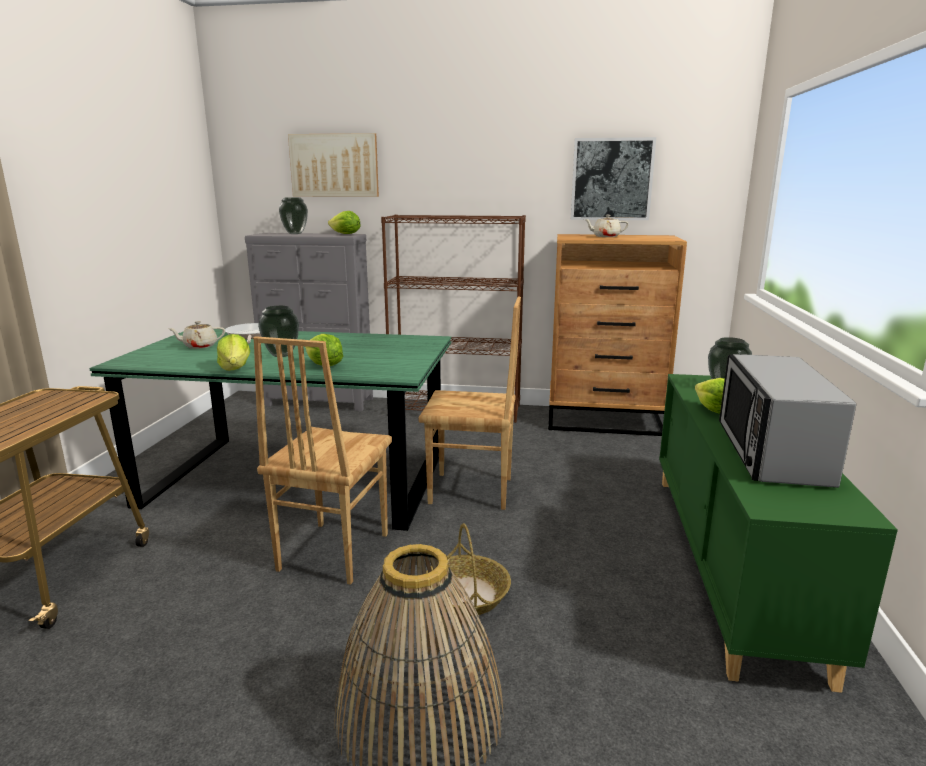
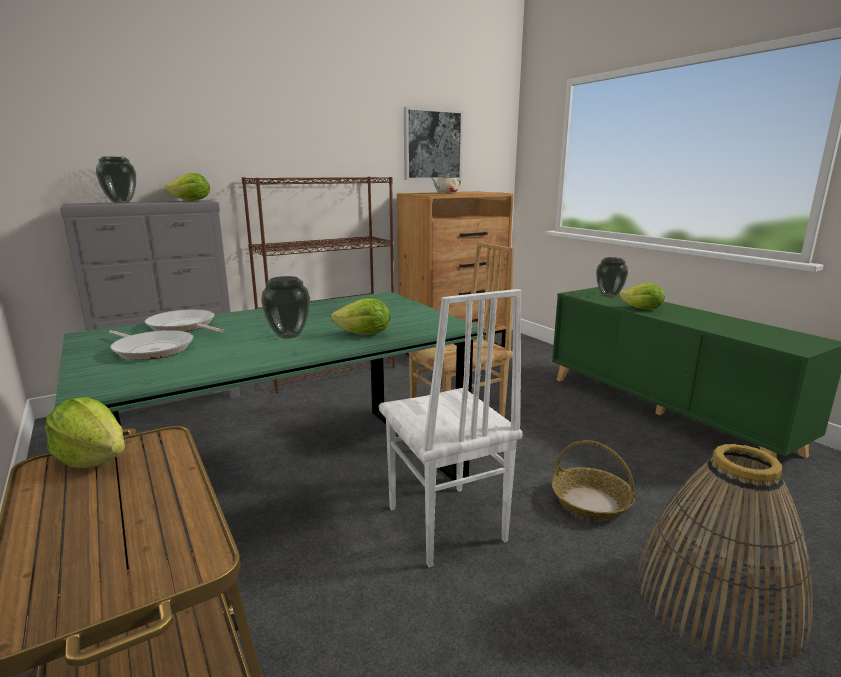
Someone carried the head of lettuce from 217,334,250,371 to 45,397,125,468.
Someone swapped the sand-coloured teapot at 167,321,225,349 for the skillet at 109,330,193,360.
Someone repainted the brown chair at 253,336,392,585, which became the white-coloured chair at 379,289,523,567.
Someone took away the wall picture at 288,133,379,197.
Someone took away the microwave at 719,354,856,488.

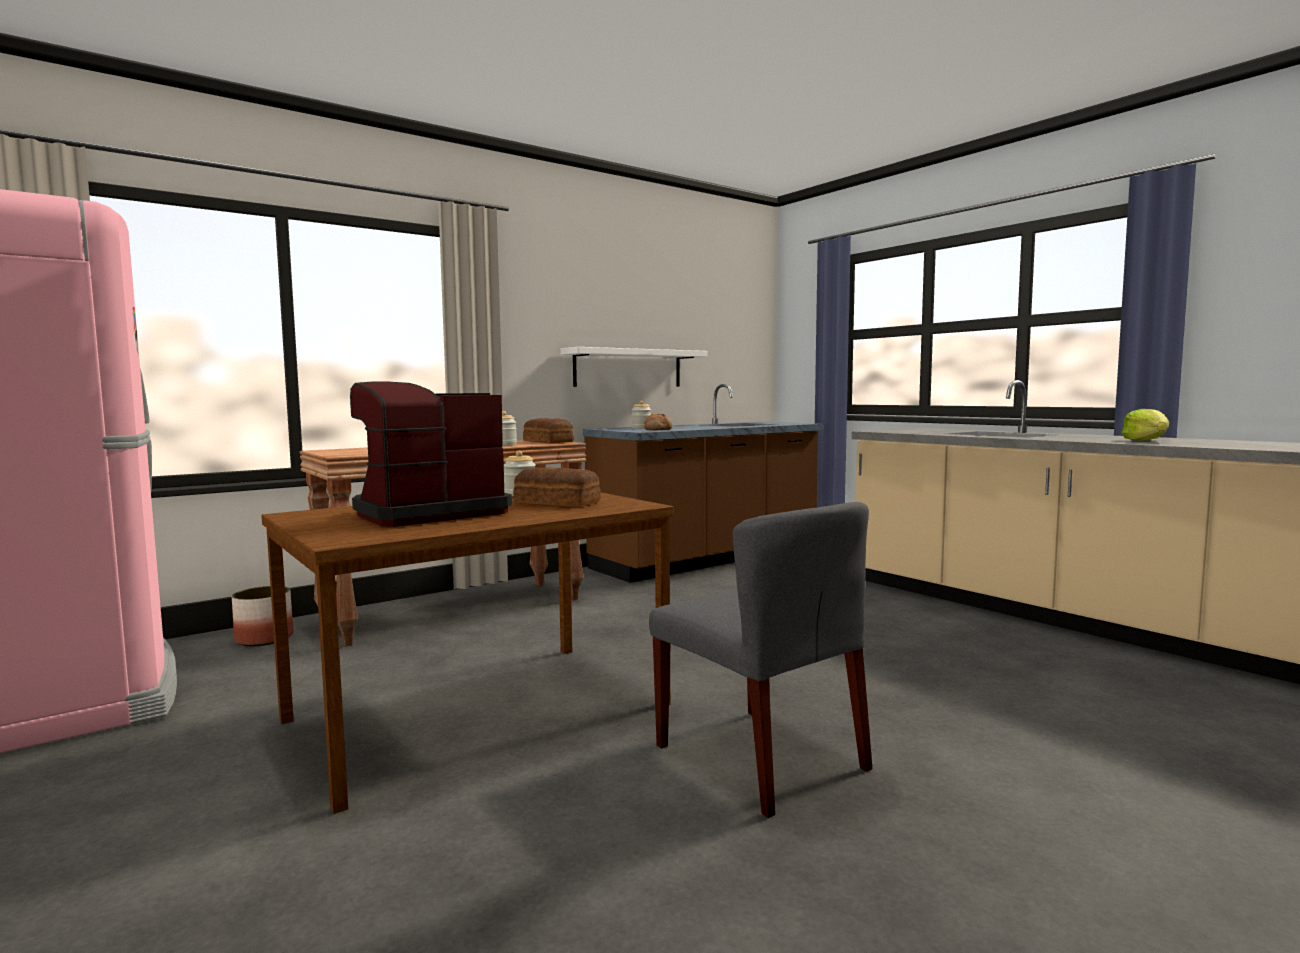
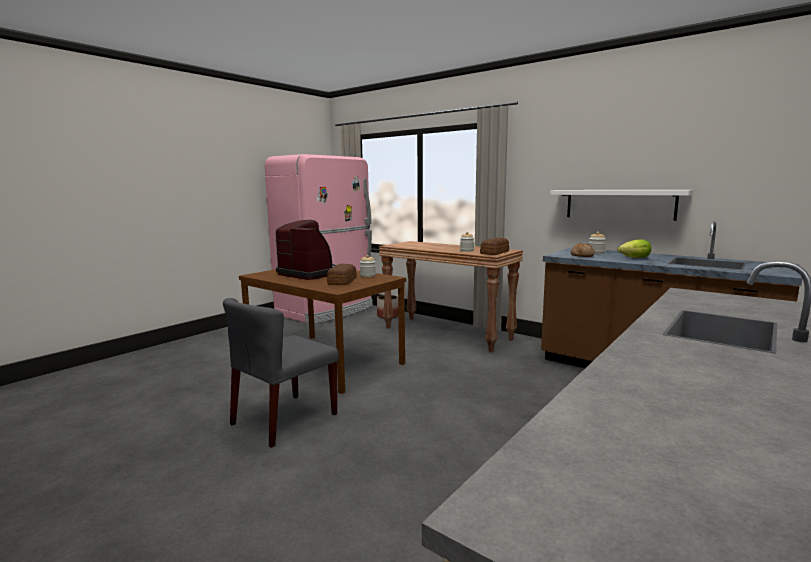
Someone carried the head of lettuce from 1121,409,1169,441 to 618,239,651,258.

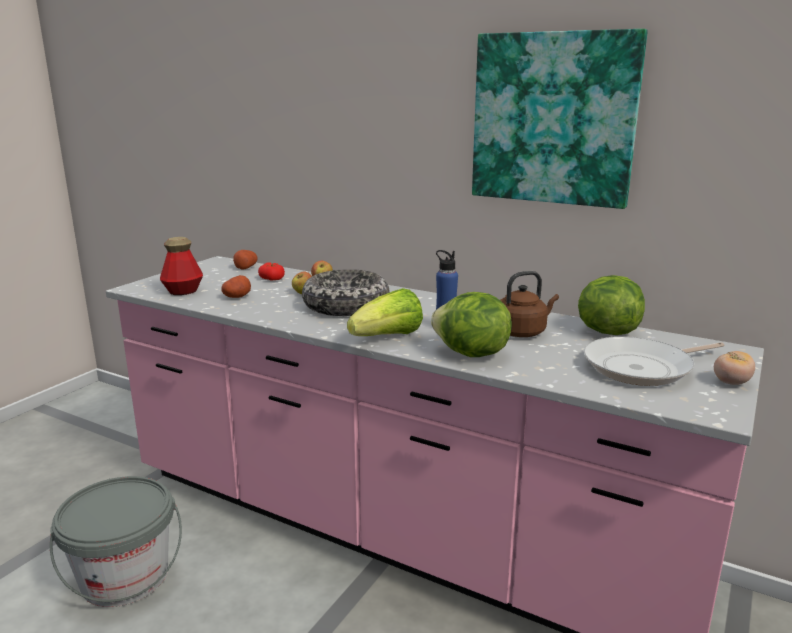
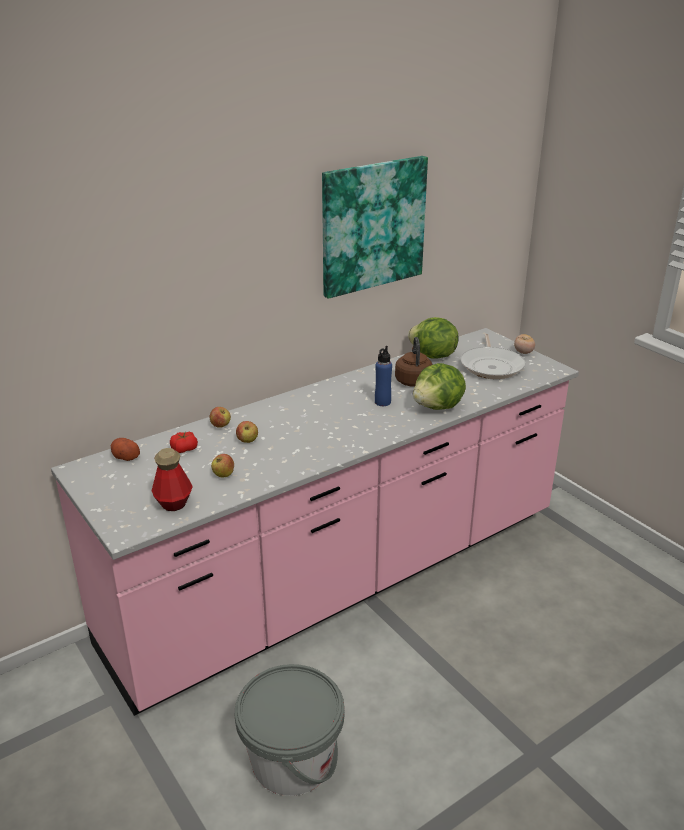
Someone swapped the potato at 221,275,251,298 for the whole apple at 211,454,234,478.
Someone took away the bowl at 302,269,390,316.
Someone took away the head of lettuce at 347,288,423,336.

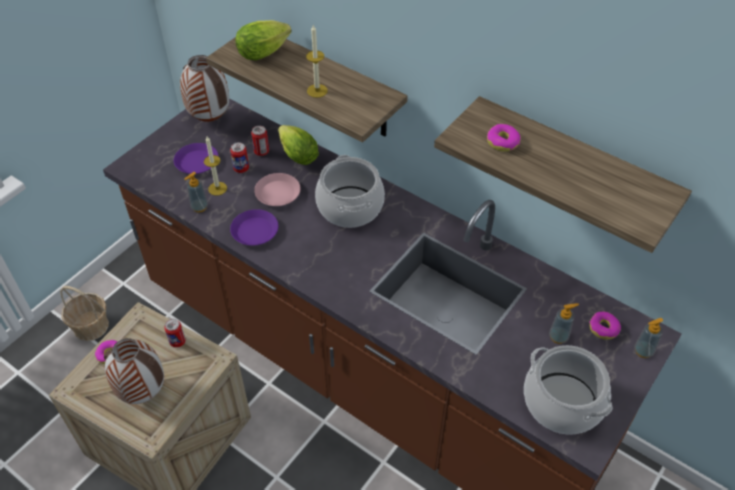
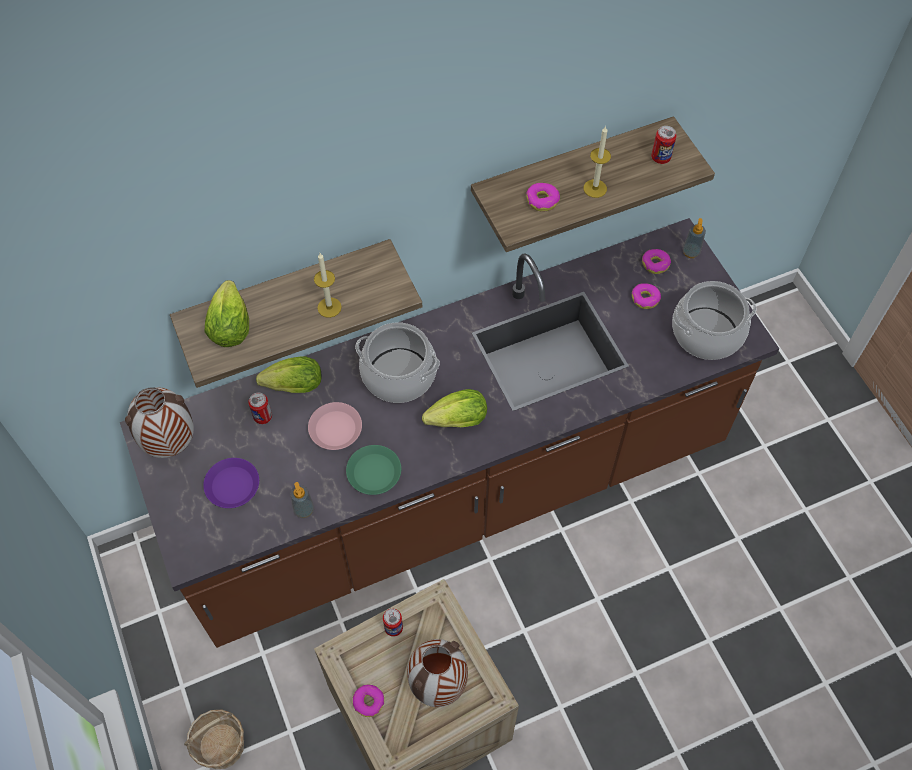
Someone repainted the purple plate at 230,209,278,246, which became the green-coloured plate at 346,445,401,495.
Someone put down the head of lettuce at 422,389,487,427.
Someone carried the wax light from 204,136,227,196 to 584,126,611,198.
Someone swapped the soap dispenser at 549,303,579,344 for the doughnut at 632,283,661,309.
Someone carried the metal can from 230,142,249,173 to 651,126,677,164.

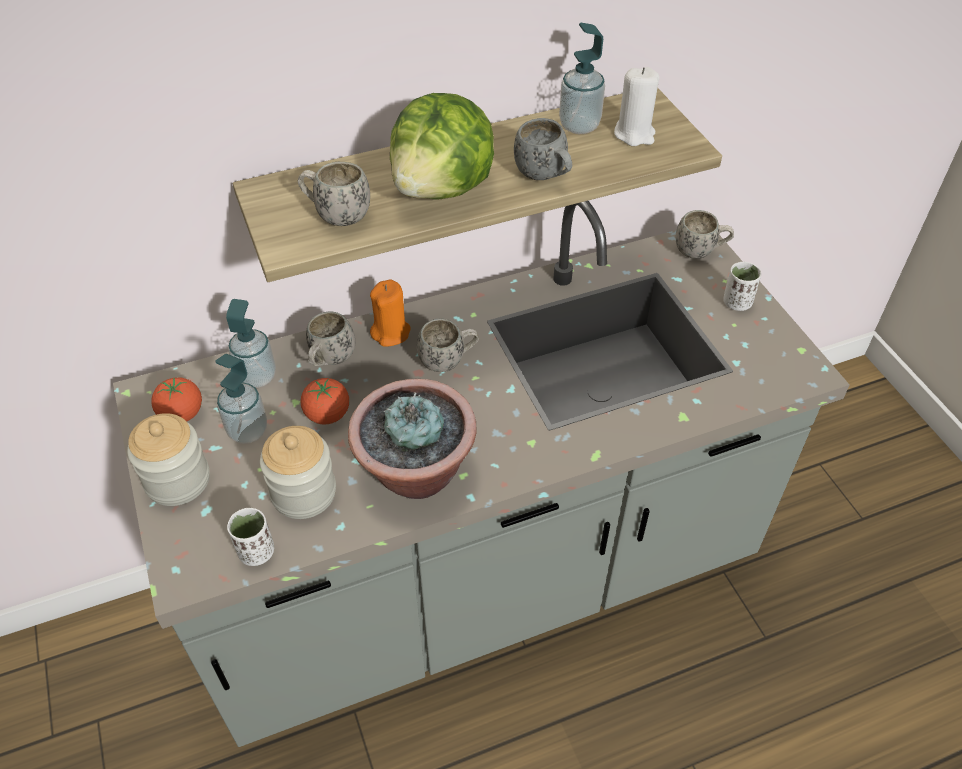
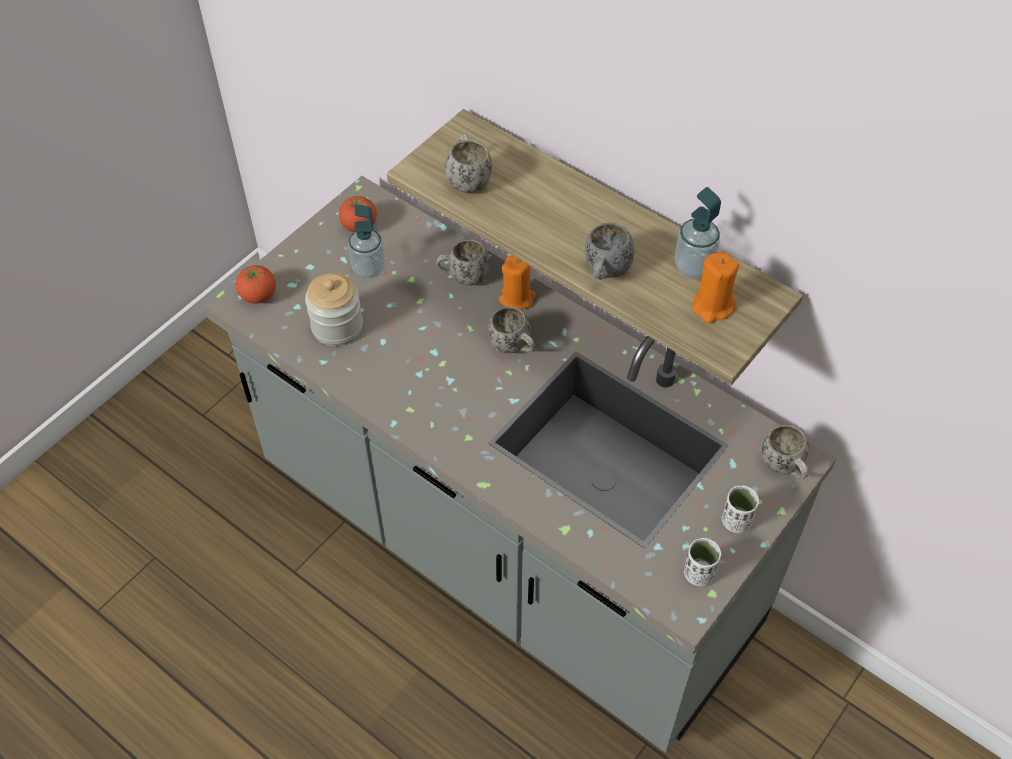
Someone carried the tomato from 300,378,349,424 to 236,265,276,304.
Someone carried the white-coloured drinking cup from 227,508,274,566 to 684,538,721,586.
Someone repainted the white-coloured wax light at 614,67,659,146, which became the orange wax light at 692,253,739,324.
Someone took away the storage jar at 127,413,210,506.
Someone took away the soap dispenser at 226,299,276,388.
Someone took away the plant in a pot at 348,379,477,499.
Someone took away the head of lettuce at 390,93,494,200.

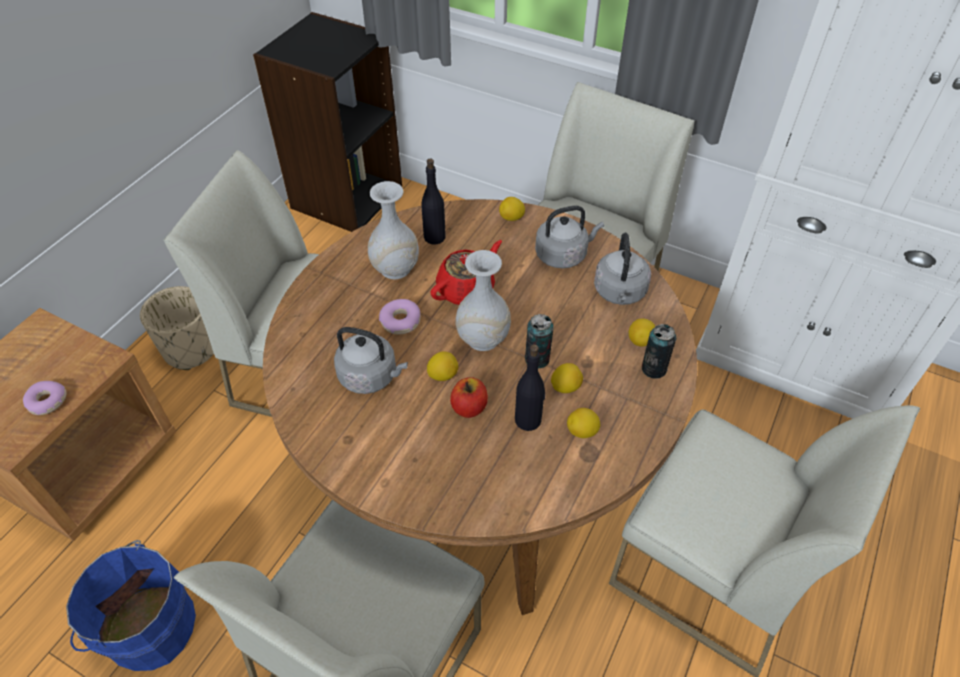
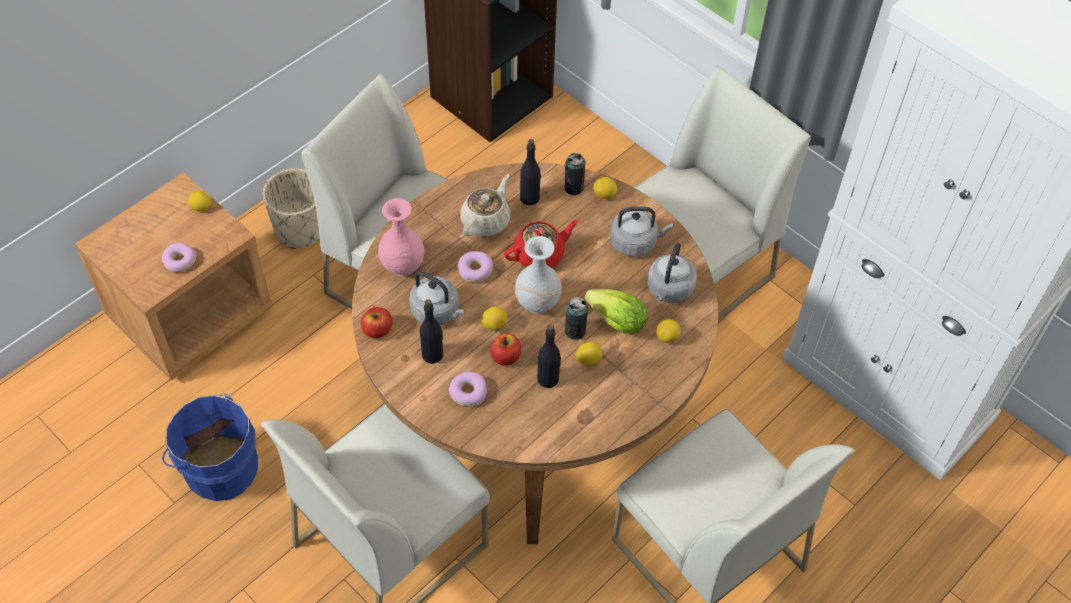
Someone carried the citrus fruit from 567,408,600,438 to 188,190,212,212.
Someone put down the whole apple at 361,307,392,338.
Someone put down the pinkish decorative vase at 378,198,425,276.
Someone put down the black-coloured drink bottle at 420,299,443,364.
Someone put down the doughnut at 449,372,487,407.
Someone swapped the white-coloured decorative vase at 368,181,419,279 for the sand-coloured teapot at 460,174,511,236.
Someone carried the metal can from 642,324,676,379 to 564,153,586,195.
Someone put down the head of lettuce at 585,289,648,334.

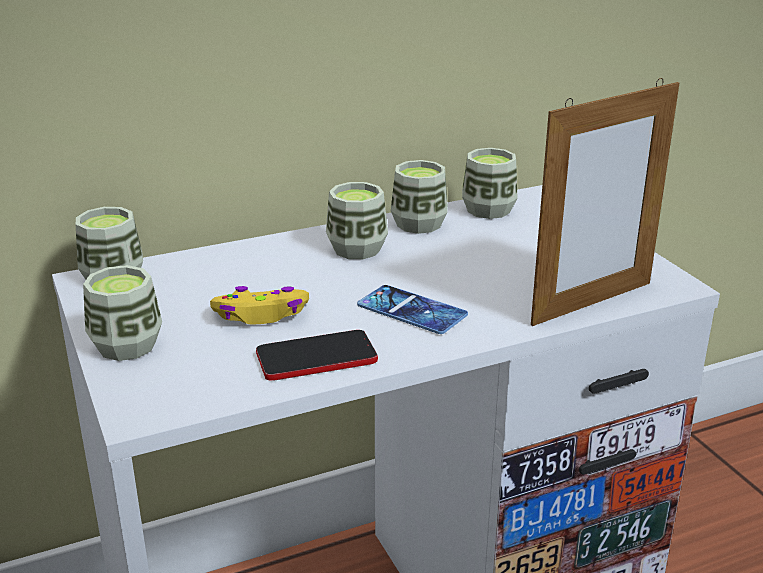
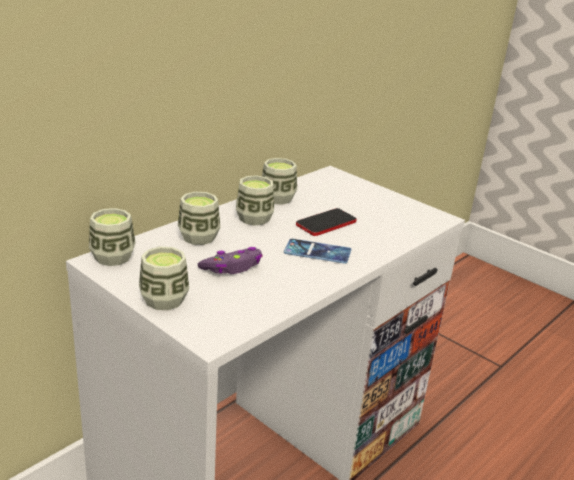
Someone carried the drinking cup from 462,148,517,219 to 178,191,220,245.
Someone repainted the yellowish gamepad at 210,286,309,325, which became the purple gamepad at 198,247,263,274.
Someone carried the telephone from 256,330,378,381 to 296,208,357,236.
Someone took away the picture frame at 531,78,679,326.

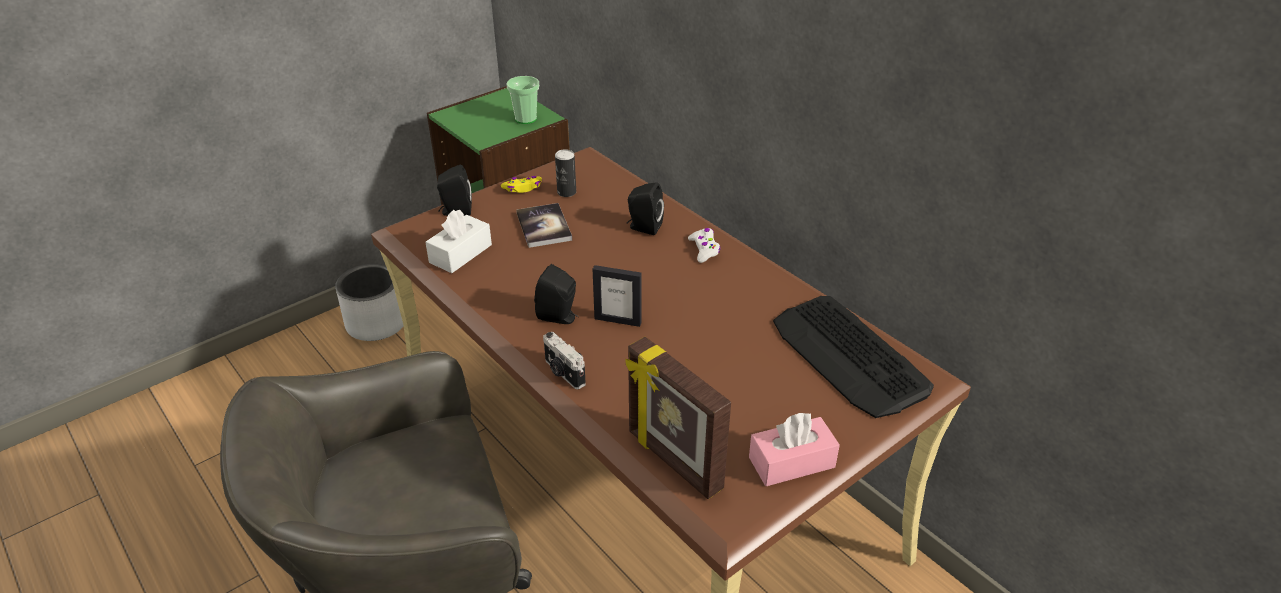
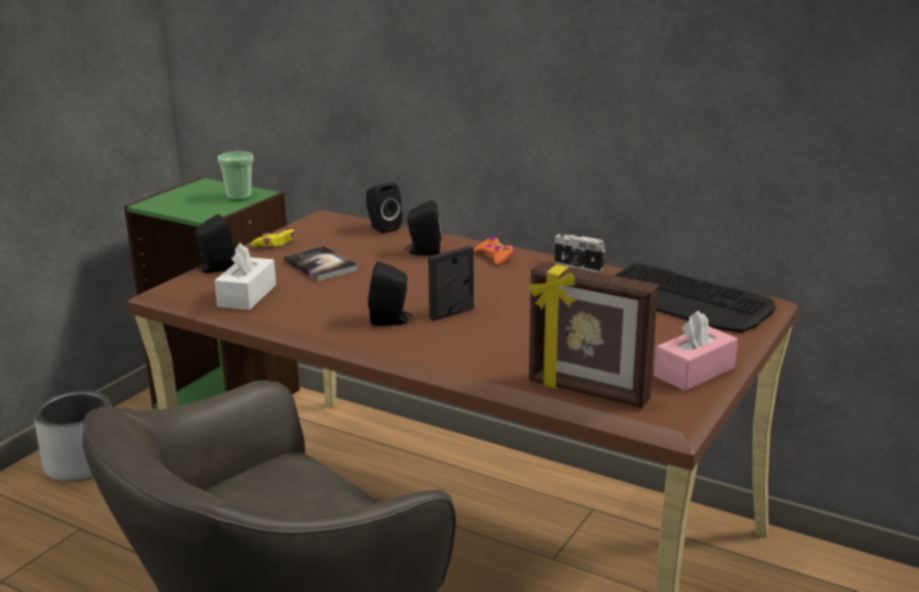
Someone put down the black-coloured speaker at 366,182,402,234.
Someone rotated the picture frame at 593,265,642,327 by 150 degrees clockwise.
Someone repainted the white-coloured gamepad at 688,228,721,263, which became the orange gamepad at 474,237,514,266.
Someone carried the photo camera from 543,332,586,389 to 554,231,605,273.
Someone took away the metal can at 555,149,576,197.

